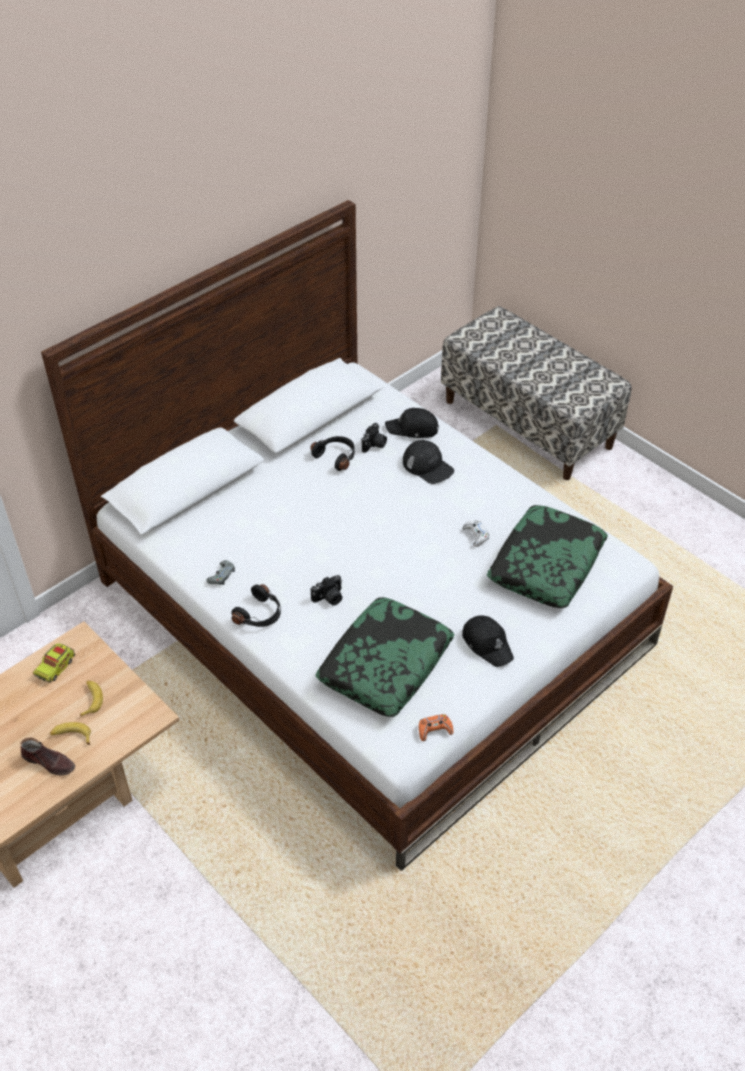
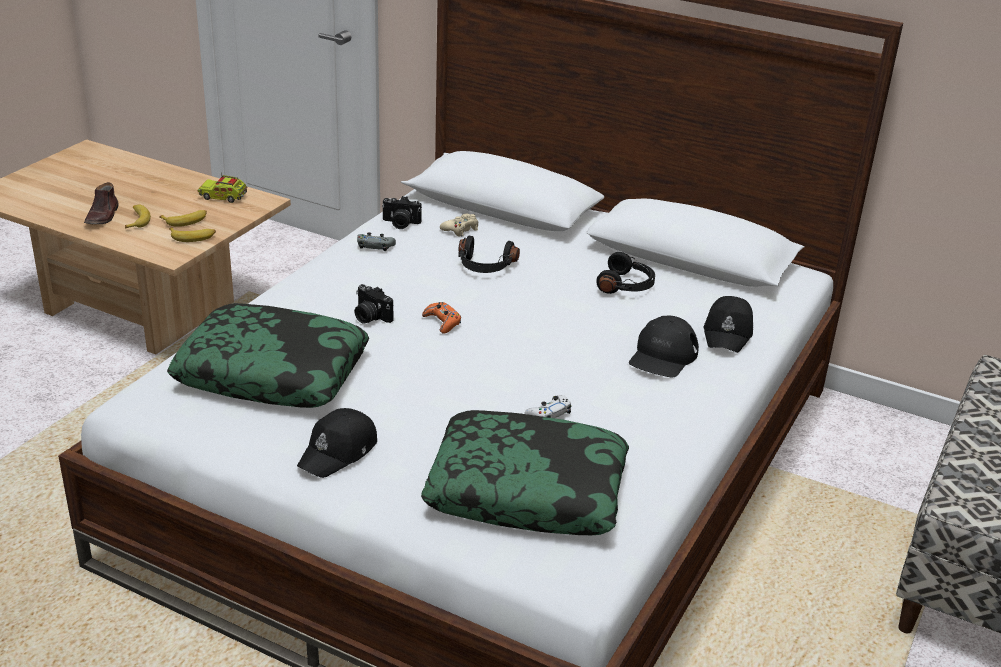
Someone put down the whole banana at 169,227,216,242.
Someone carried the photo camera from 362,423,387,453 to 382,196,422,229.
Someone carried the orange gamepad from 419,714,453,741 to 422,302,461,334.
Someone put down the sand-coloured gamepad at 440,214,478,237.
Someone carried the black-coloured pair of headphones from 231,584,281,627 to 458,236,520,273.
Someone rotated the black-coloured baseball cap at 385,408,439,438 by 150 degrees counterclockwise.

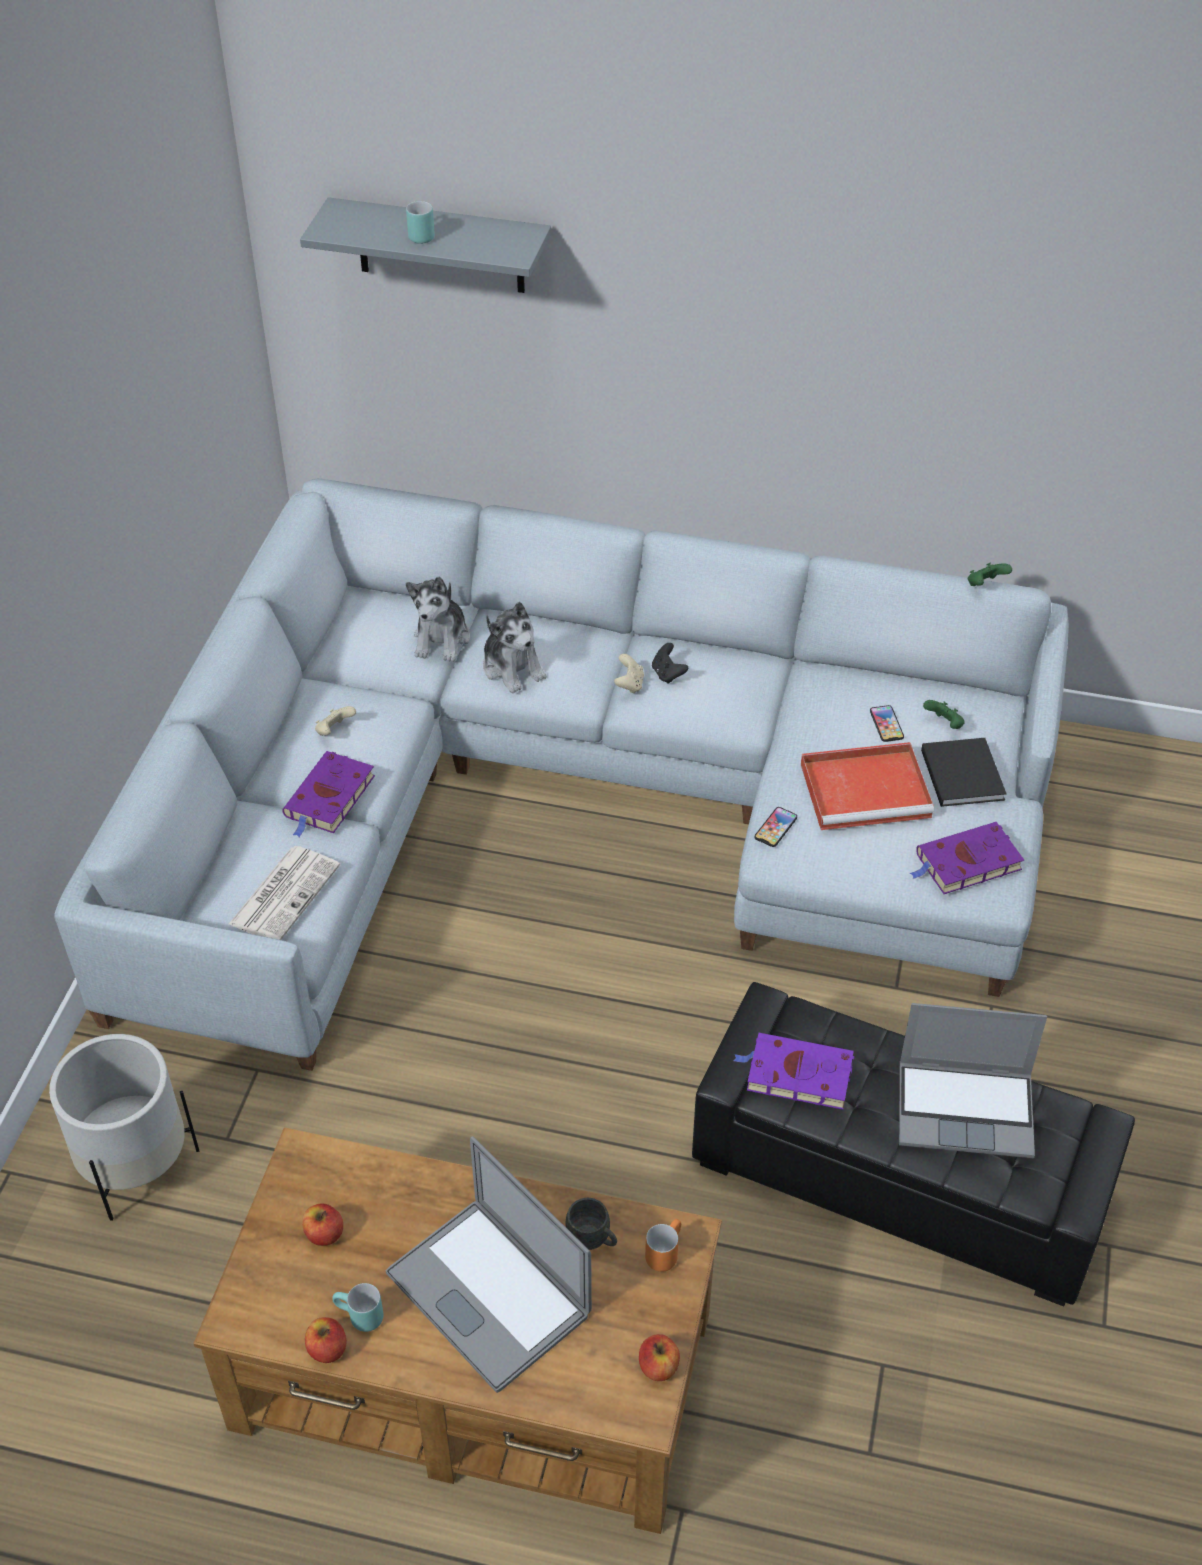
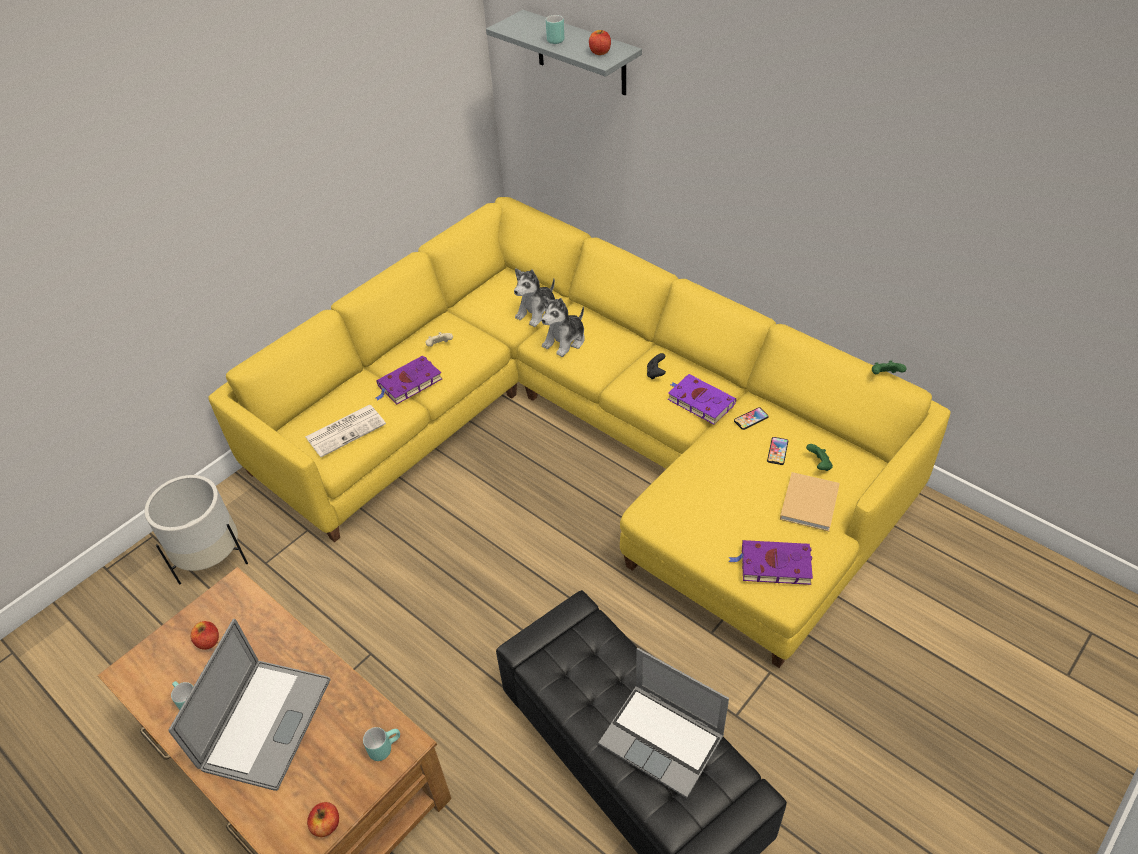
Someone rotated the portable computer at 386,1136,592,1393 by 150 degrees counterclockwise.
Someone repainted the gray sofa at 54,478,1069,1071, which became the yellowish sofa at 208,197,951,668.
Someone repainted the orange mug at 645,1219,681,1272, which became the blue-green mug at 363,727,400,761.
Someone rotated the plush toy at 483,602,547,693 by 45 degrees clockwise.
Someone carried the whole apple from 305,1317,347,1363 to 589,30,611,55.
Someone carried the purple bound book from 733,1033,854,1110 to 668,374,736,425.
Someone carried the telephone from 754,807,797,847 to 734,407,769,430.
Someone repainted the black-coloured bound book at 921,738,1007,807, which became the sand-coloured bound book at 780,472,840,531.
Someone took away the gray mug at 566,1198,617,1250.
Someone took away the sand-coloured gamepad at 614,654,644,694.
Someone took away the red-coloured tray at 801,742,934,830.

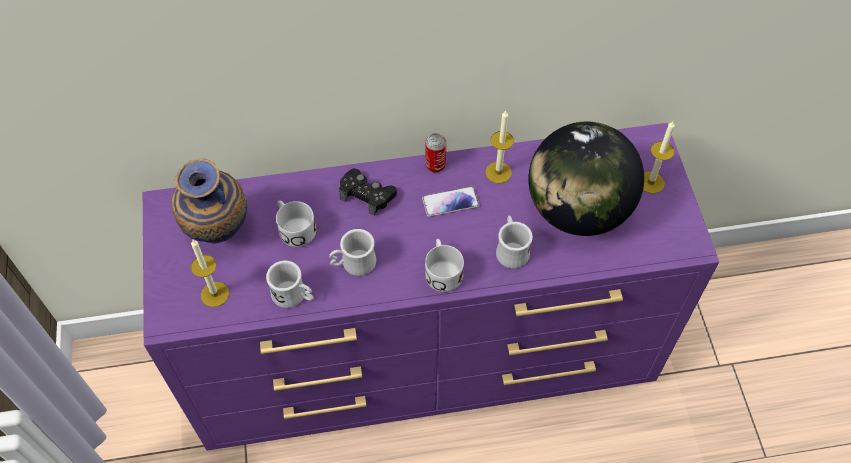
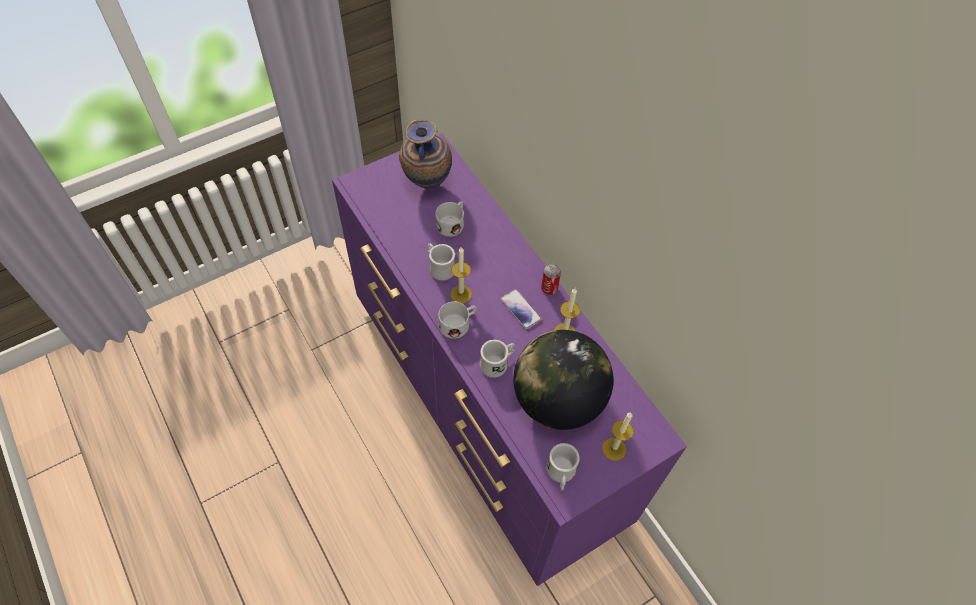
Someone carried the wax light from 191,240,229,307 to 450,247,472,303.
Someone carried the white-coloured mug from 266,261,314,308 to 546,443,580,490.
Someone took away the black-coloured gamepad at 339,168,397,216.

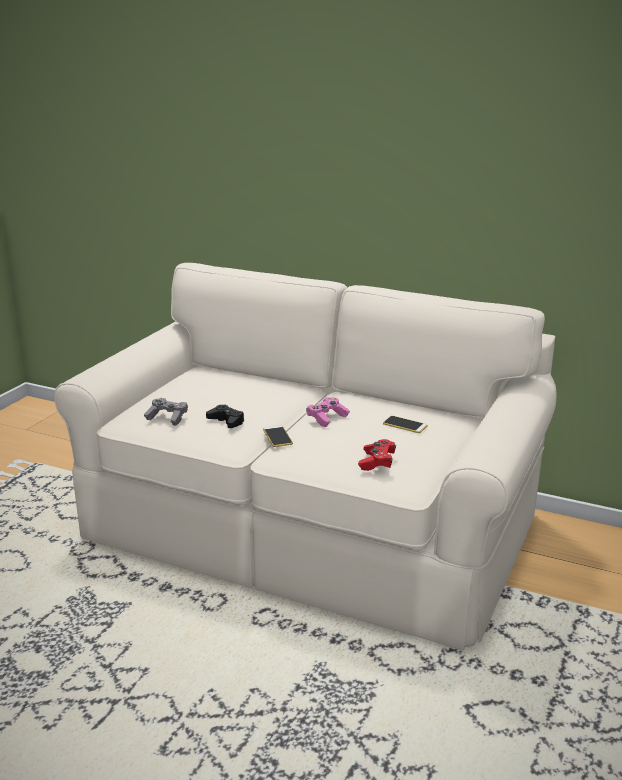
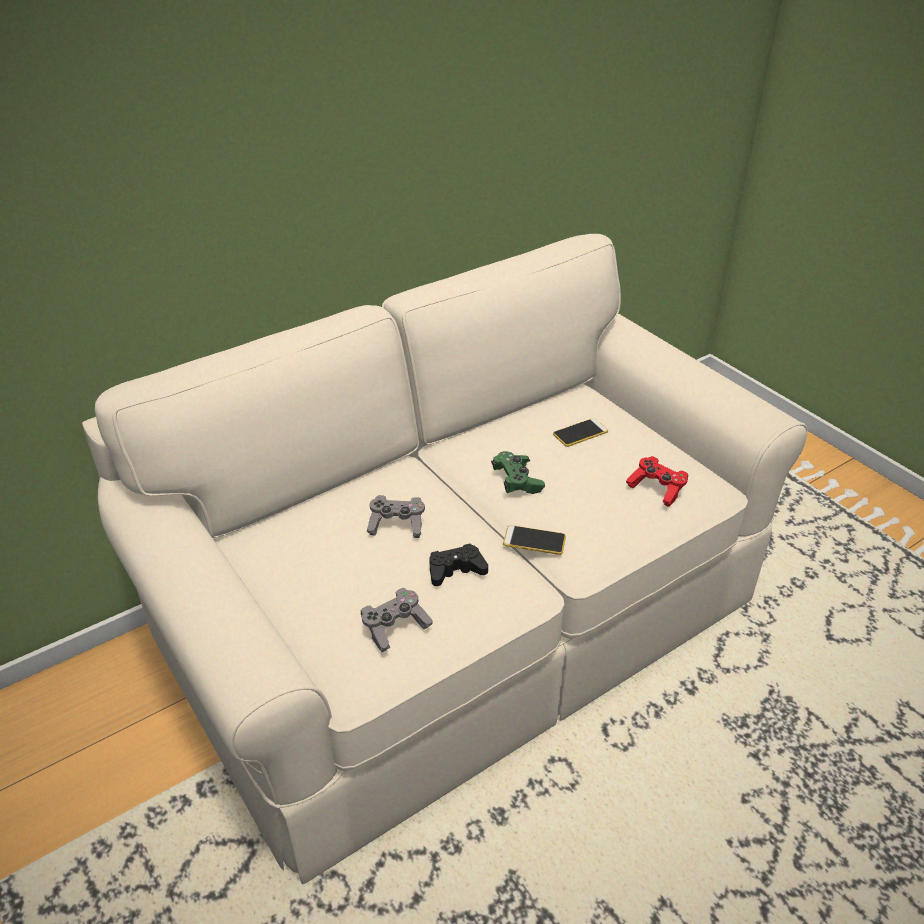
Someone put down the gray gamepad at 367,495,425,538.
Someone repainted the pinkish gamepad at 306,397,350,427, which became the green-coloured gamepad at 491,451,545,494.

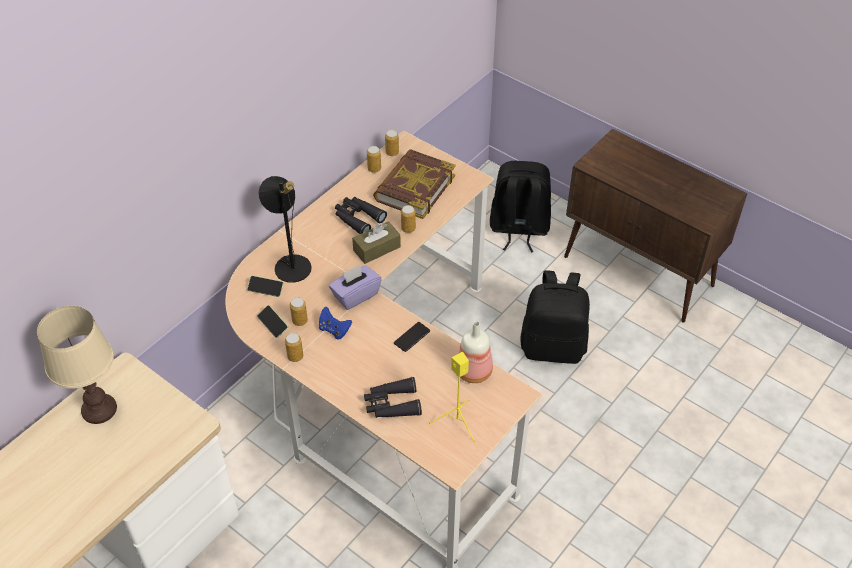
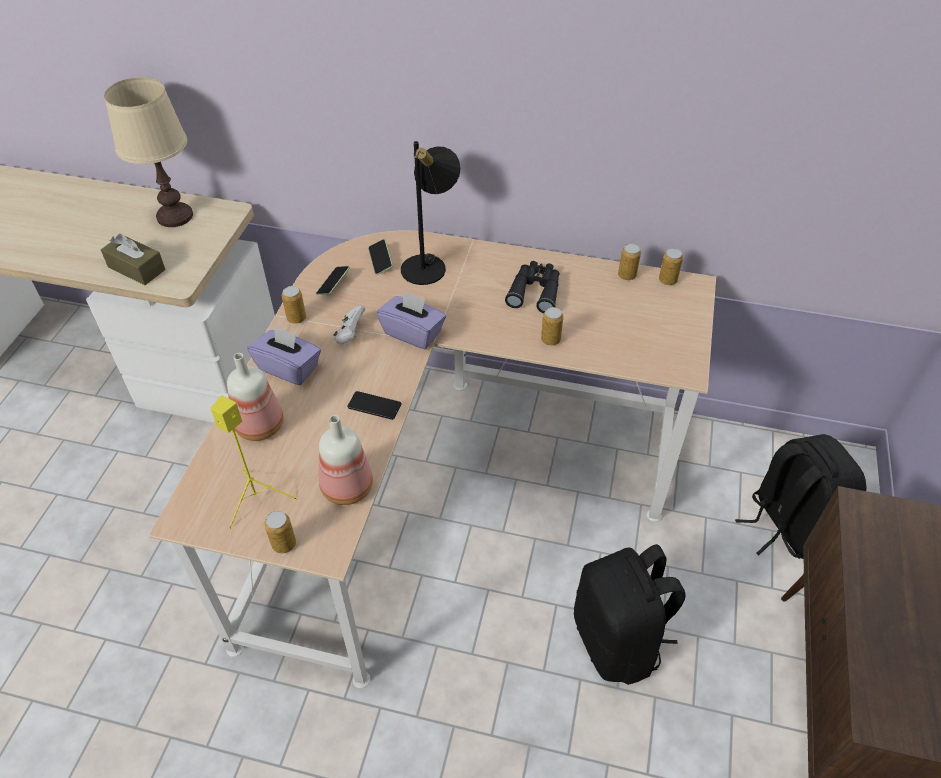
Someone carried the brown box of tissues from 352,221,401,264 to 101,233,166,285.
Someone swapped the black-coloured field glasses at 364,377,422,418 for the drink bottle at 227,353,284,441.
Someone put down the purple box of tissues at 247,325,321,385.
Someone carried the metal can from 290,297,308,326 to 264,511,296,554.
Someone repainted the bluish gamepad at 319,307,352,339, which became the white-coloured gamepad at 333,305,366,344.
Someone took away the bound book at 373,149,456,219.

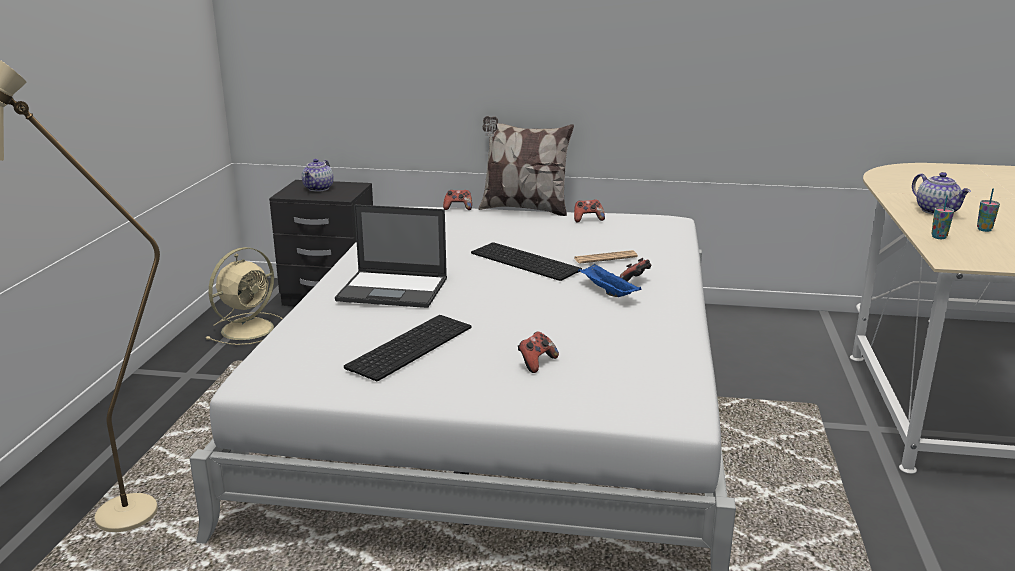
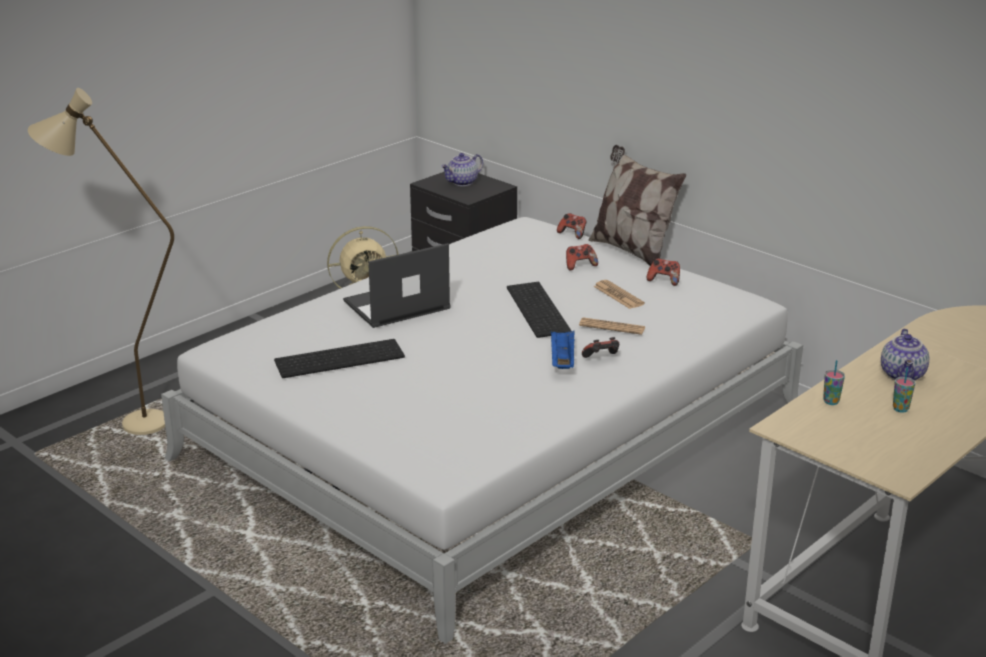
Someone rotated the portable computer at 335,205,447,308 by 105 degrees clockwise.
Someone carried the gamepad from 518,332,559,373 to 566,244,598,271.
Someone put down the daily paper at 593,280,645,309.

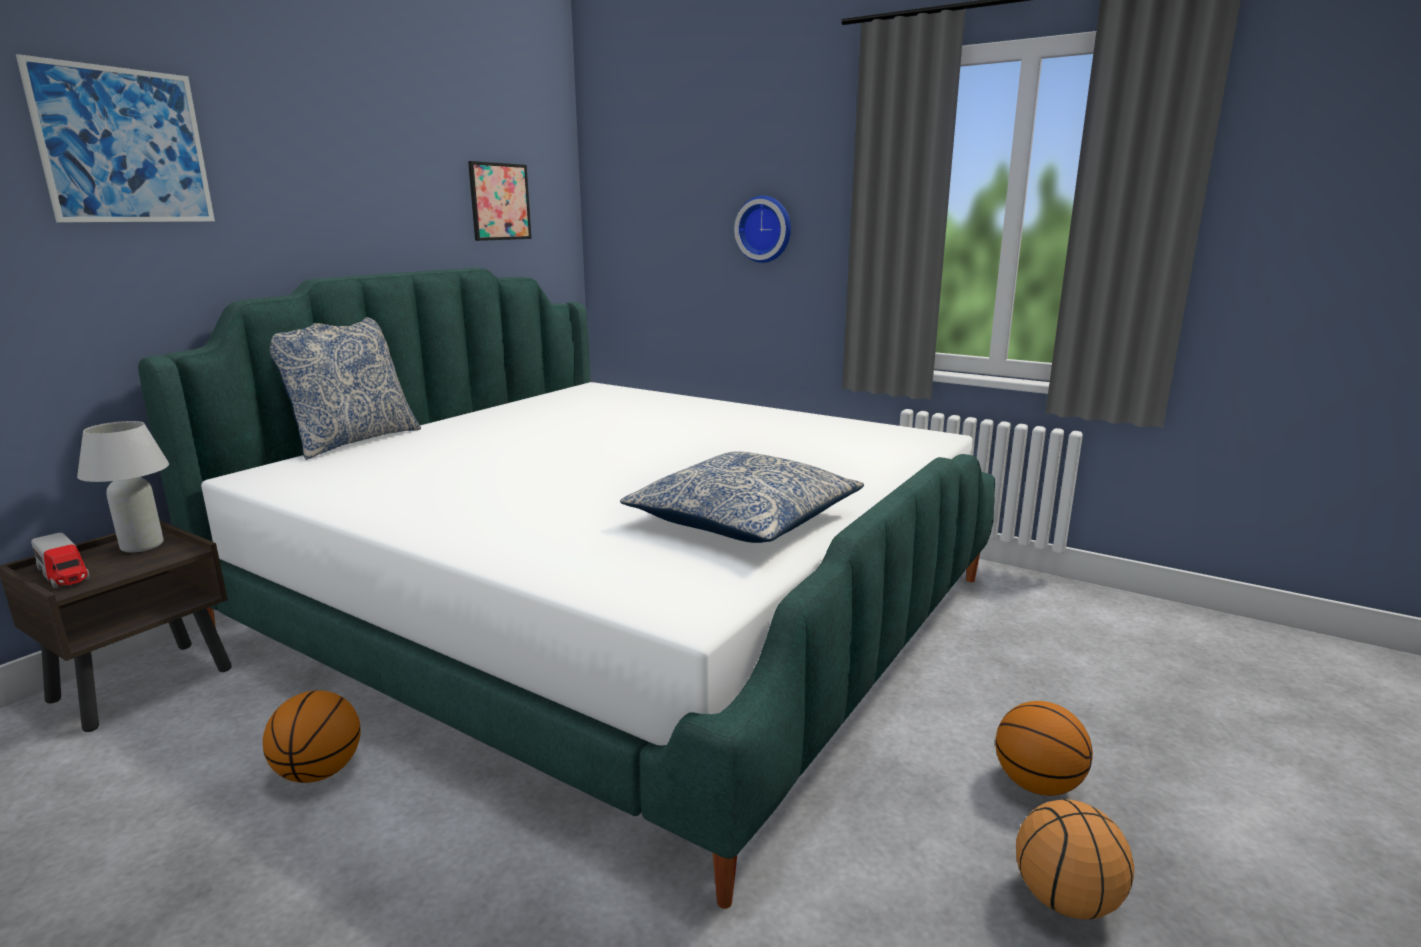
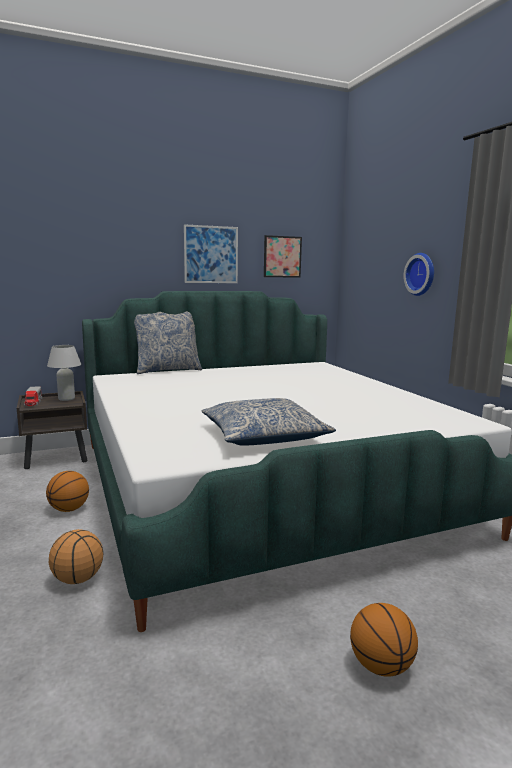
Someone carried the basketball from 1016,799,1134,920 to 49,529,103,584.
Someone carried the wall picture from 16,54,215,222 to 184,224,238,283.

